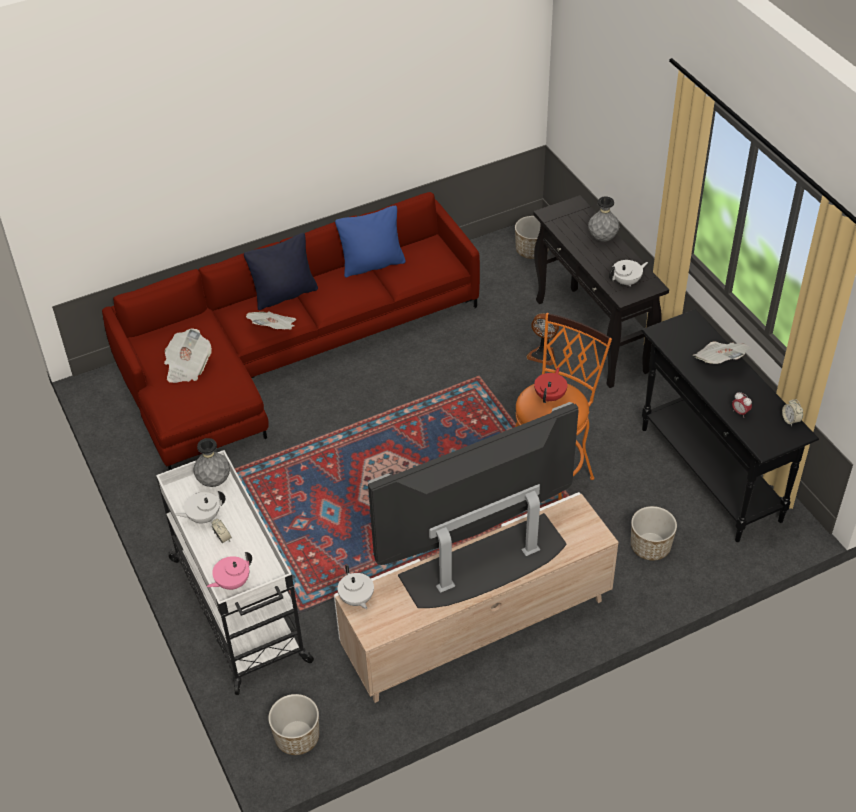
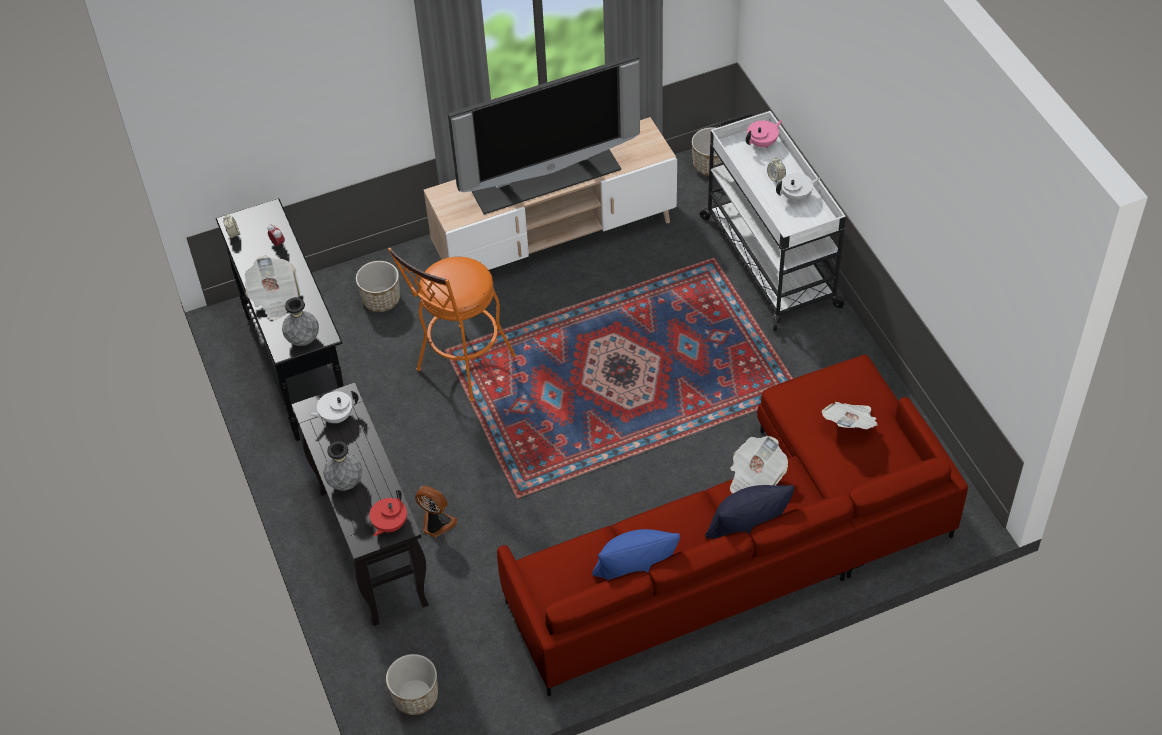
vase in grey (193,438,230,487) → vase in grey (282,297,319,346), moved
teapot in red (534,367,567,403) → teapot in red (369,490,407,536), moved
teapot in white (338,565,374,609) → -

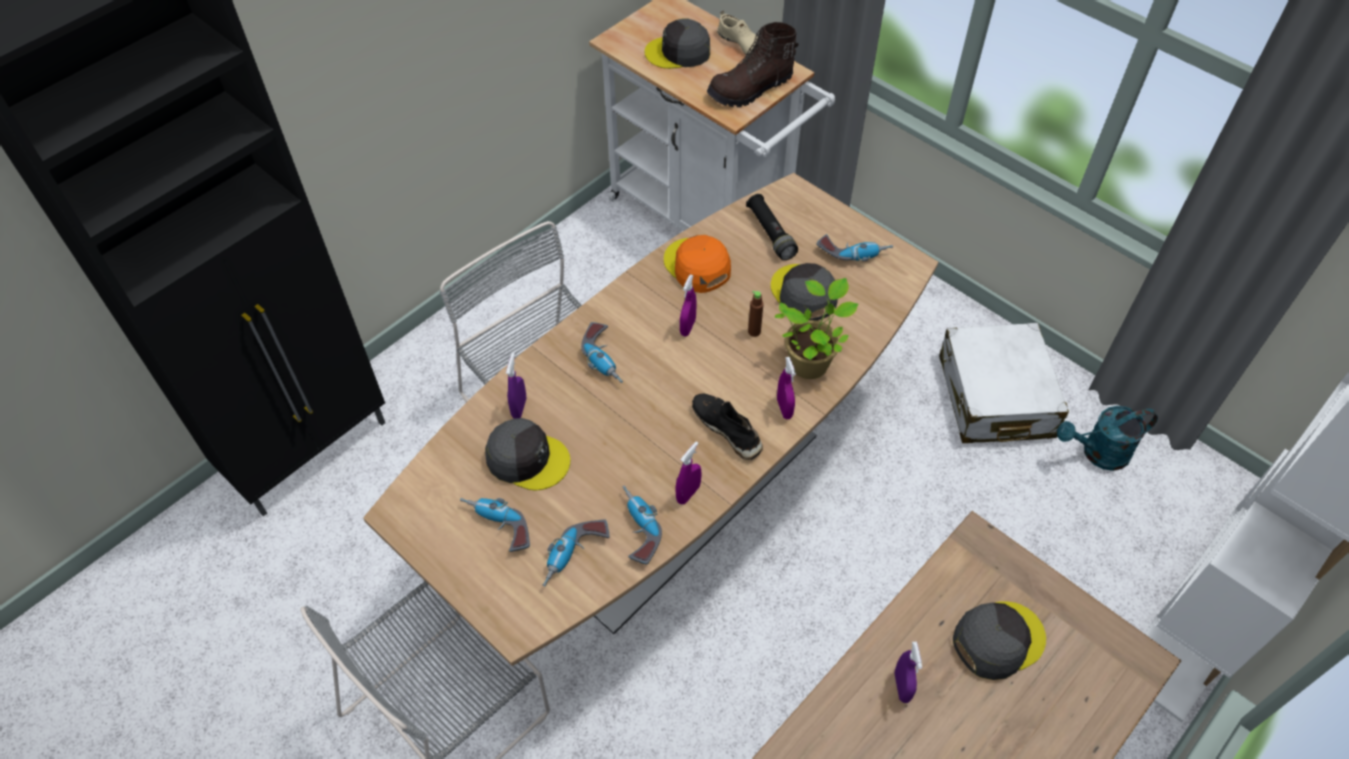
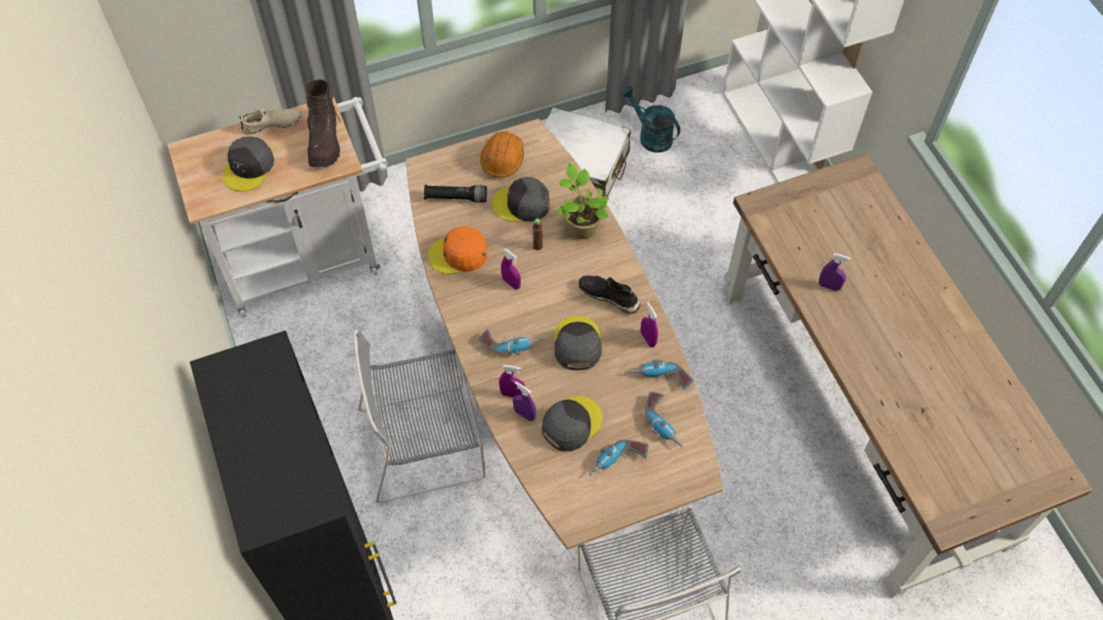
power drill (816,234,893,262) → hard hat in orange (480,131,524,178)
spray bottle in purple (777,357,796,419) → spray bottle in purple (499,365,525,397), moved
cap in grey (953,601,1046,680) → cap in grey (554,316,602,370), moved
shoe in black (692,393,763,460) → shoe in black (579,276,641,314), 45 degrees clockwise
watering can in turquoise (1057,406,1158,471) → watering can in turquoise (621,86,680,153), 120 degrees clockwise

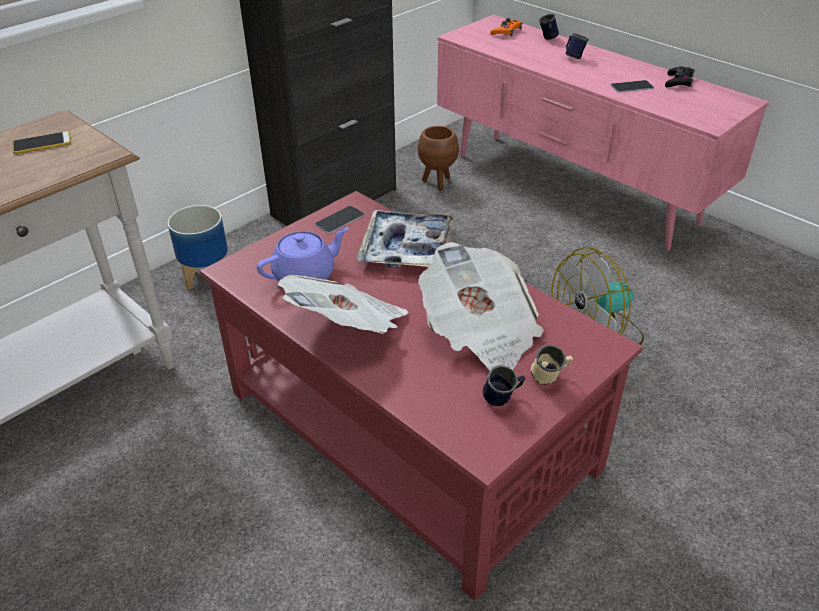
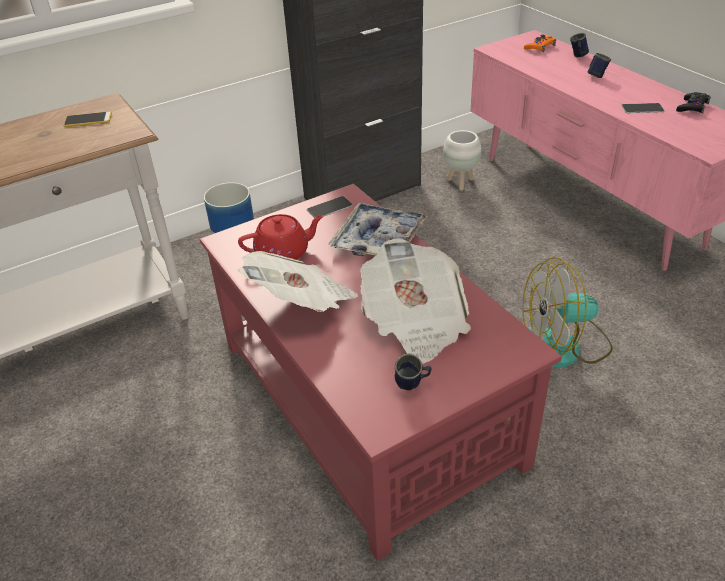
teapot in purple (257,227,349,281) → teapot in red (238,214,324,260)
planter in brown (418,126,459,191) → planter in white (443,130,482,191)
mug in beige (531,345,573,385) → -

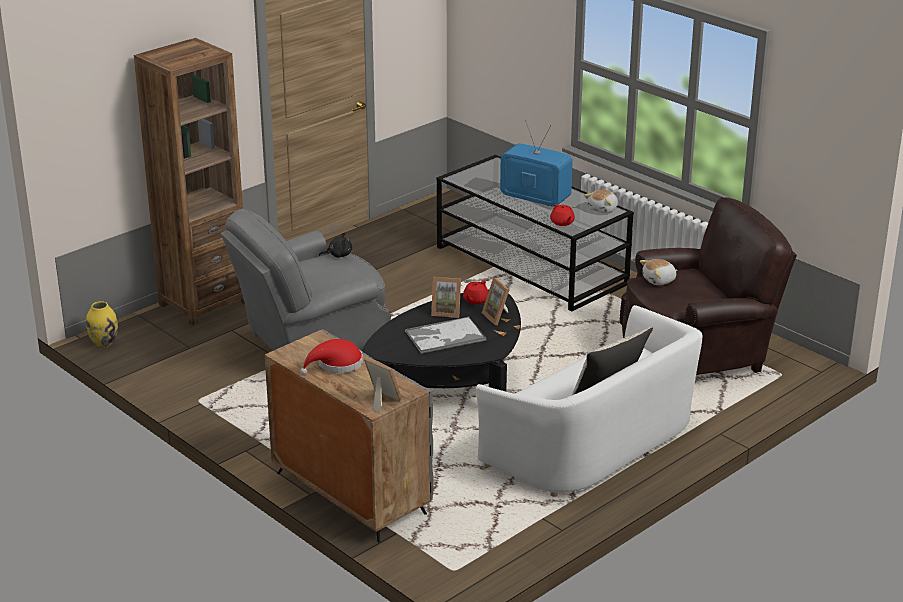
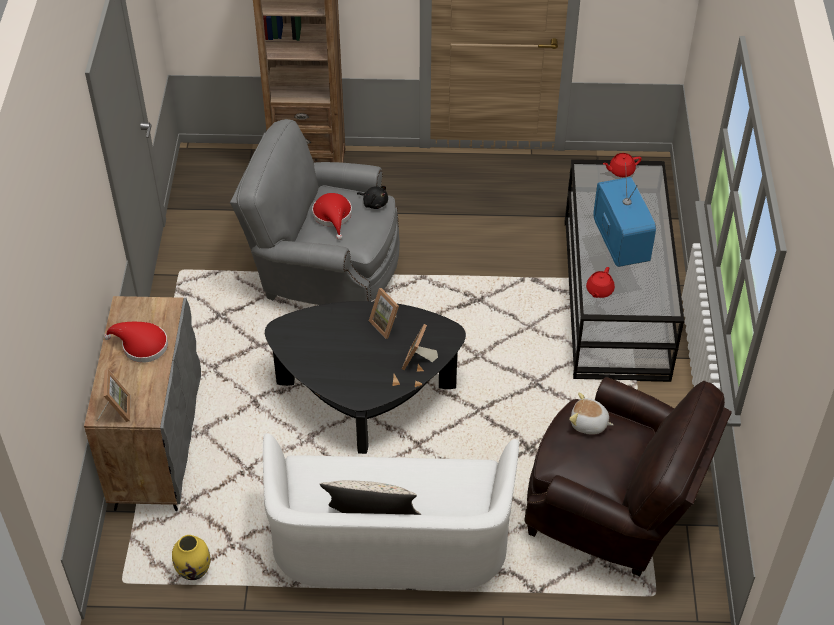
vase in yellow (86,301,118,347) → vase in yellow (172,535,210,580), moved
- → hat in red (312,193,352,240)
teapot in red (463,280,488,304) → teapot in red (603,153,642,177), moved
tray (405,316,486,354) → -
plush toy (584,190,618,213) → -

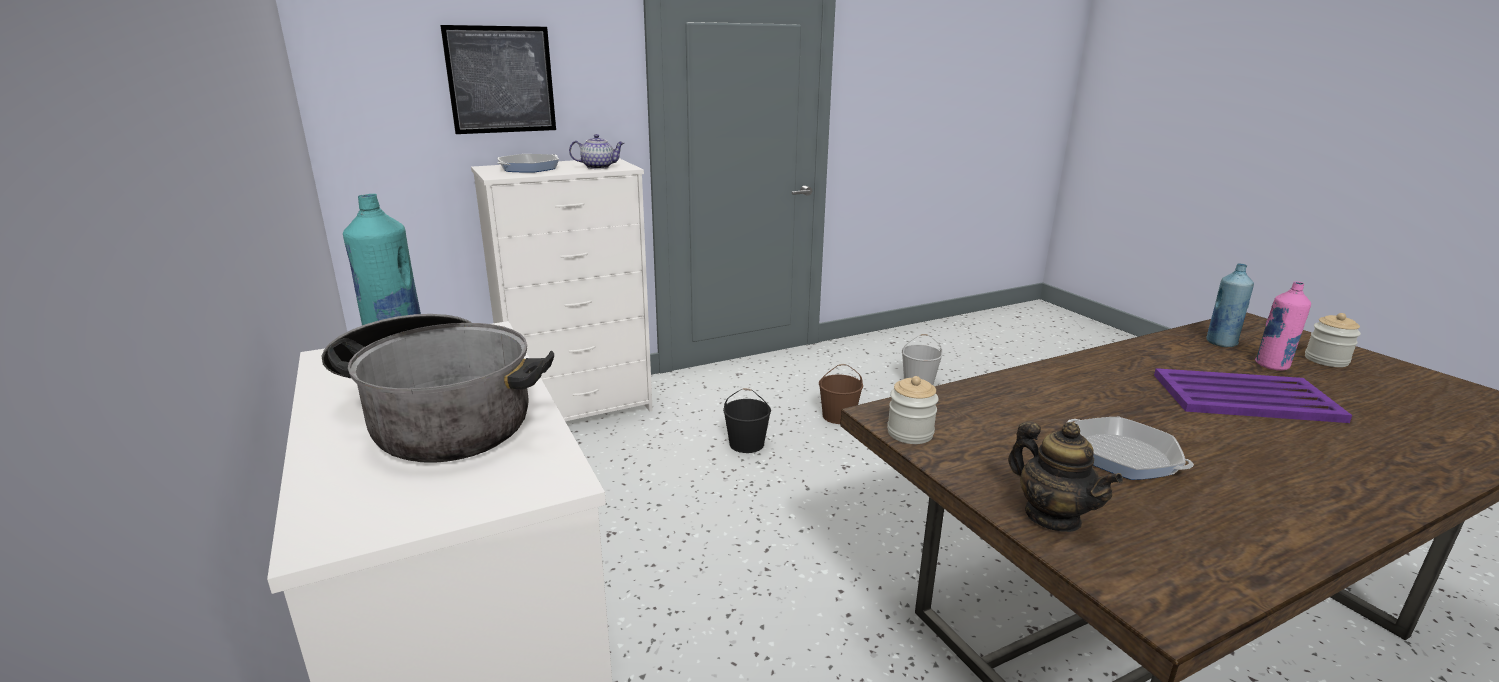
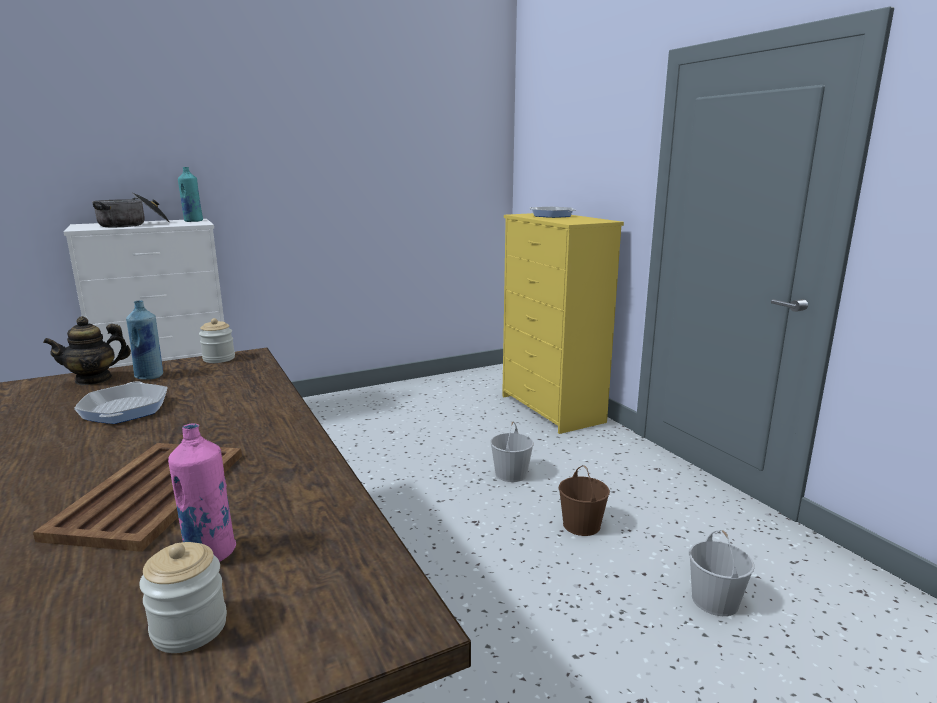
tray in purple (1154,368,1352,423) → tray in brown (33,443,242,552)
frying pan (1067,417,1194,480) → frying pan (74,381,168,424), 120 degrees clockwise
bottle in blue (1206,263,1254,347) → bottle in blue (126,301,163,380), moved
bucket in black (723,388,771,453) → bucket in white (490,421,534,482)
dresser in white (471,158,653,421) → dresser in yellow (502,213,624,434)
picture (440,25,556,134) → -
teapot (569,134,624,169) → -

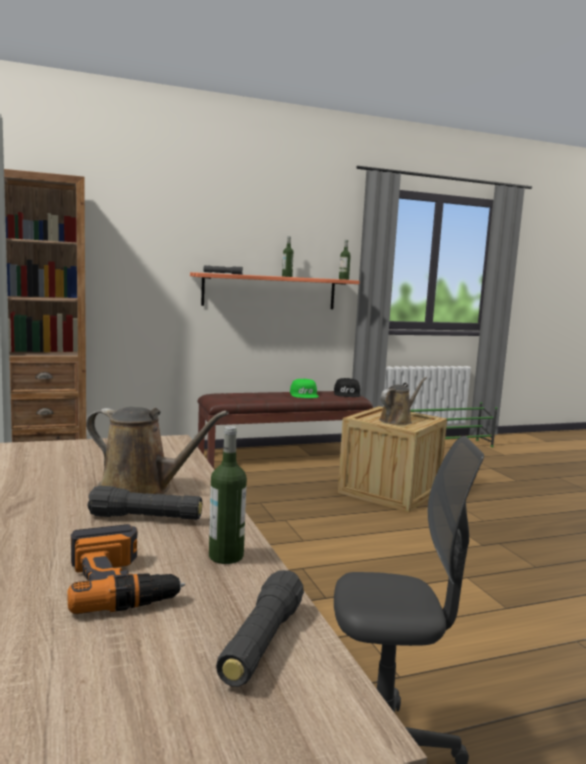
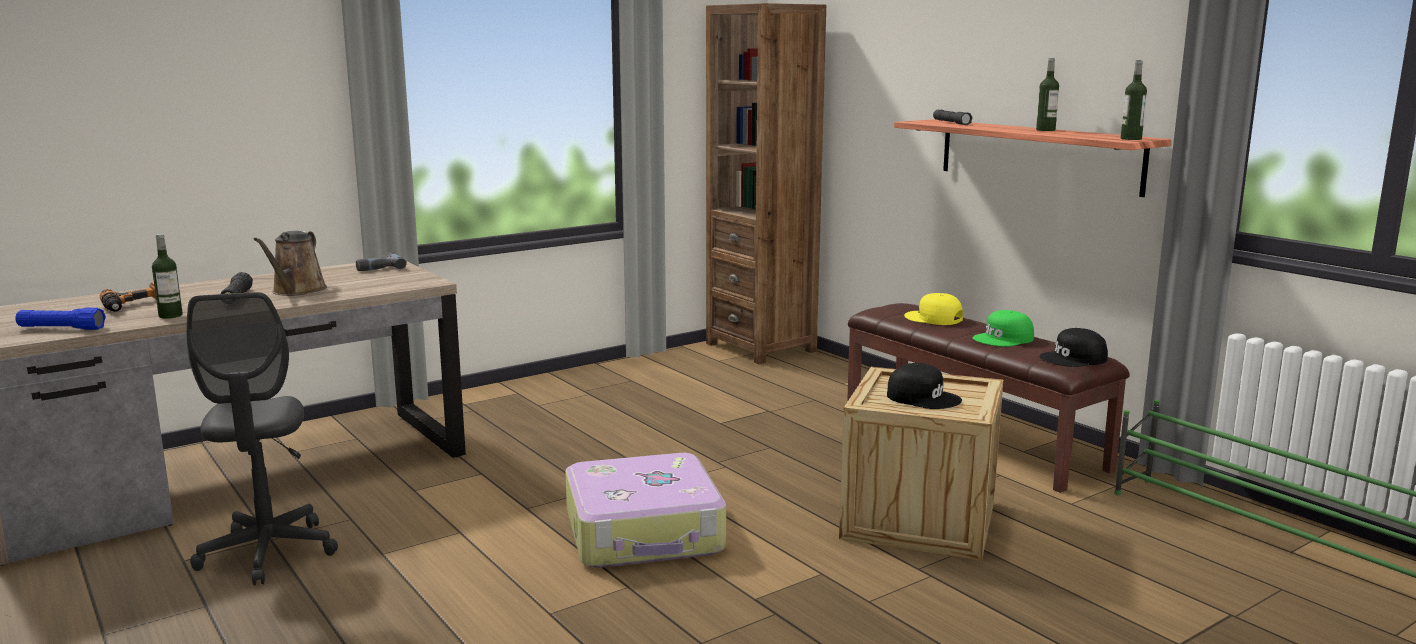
flashlight in black (216,570,304,687) → flashlight in blue (16,308,106,330)
- → power drill (356,253,407,271)
- → suitcase (565,453,726,568)
watering can in brown (379,377,427,425) → cap in black (887,363,962,409)
- → cap in yellow (904,293,963,325)

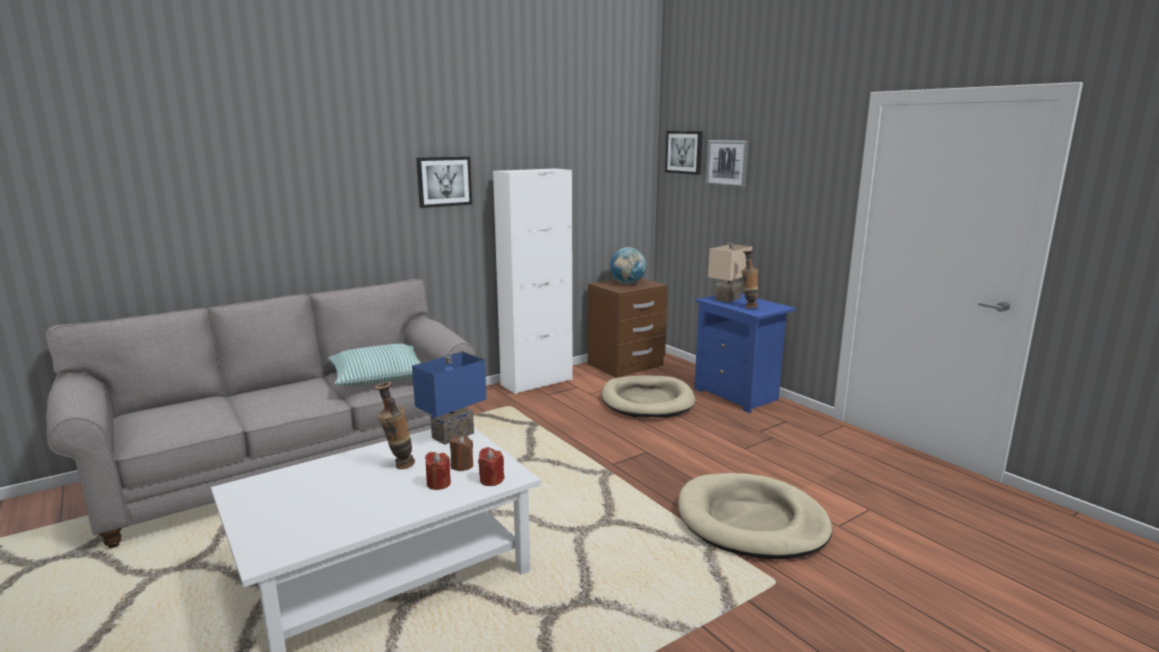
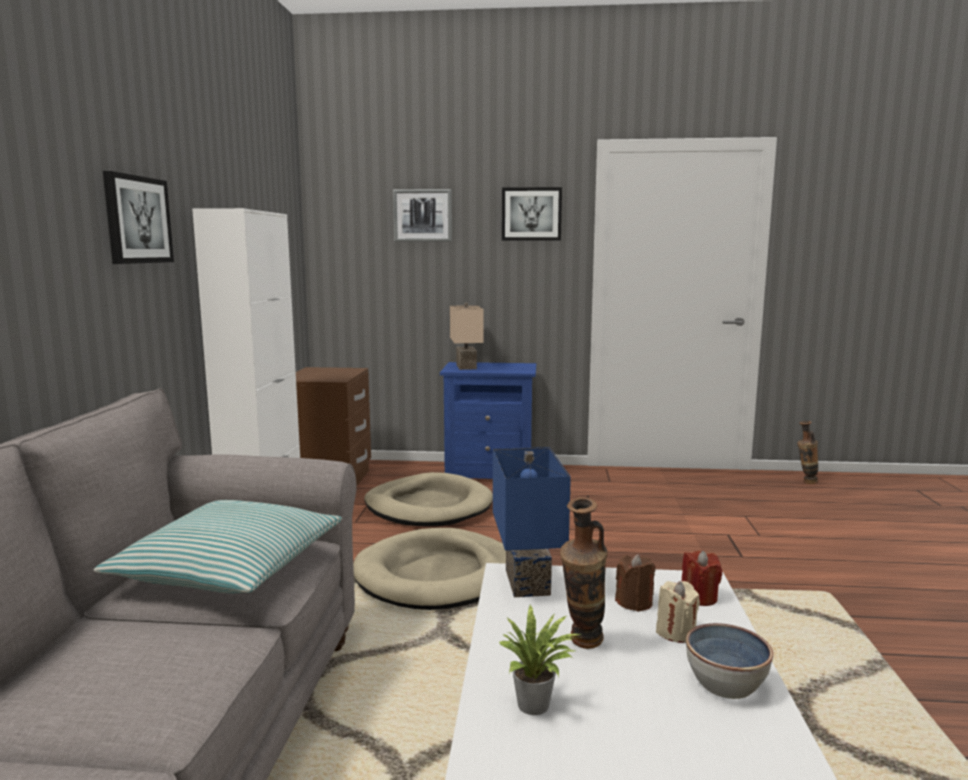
dog bed in beige (678,473,832,559) → dog bed in beige (353,528,506,610), moved
- → potted plant (499,605,583,715)
picture (665,131,703,175) → picture (502,187,562,241), moved
candle in red (425,452,451,490) → candle in beige (656,581,700,643)
- → bowl (686,623,773,699)
vase (741,250,758,308) → vase (797,421,818,484), moved
globe (609,247,646,284) → -

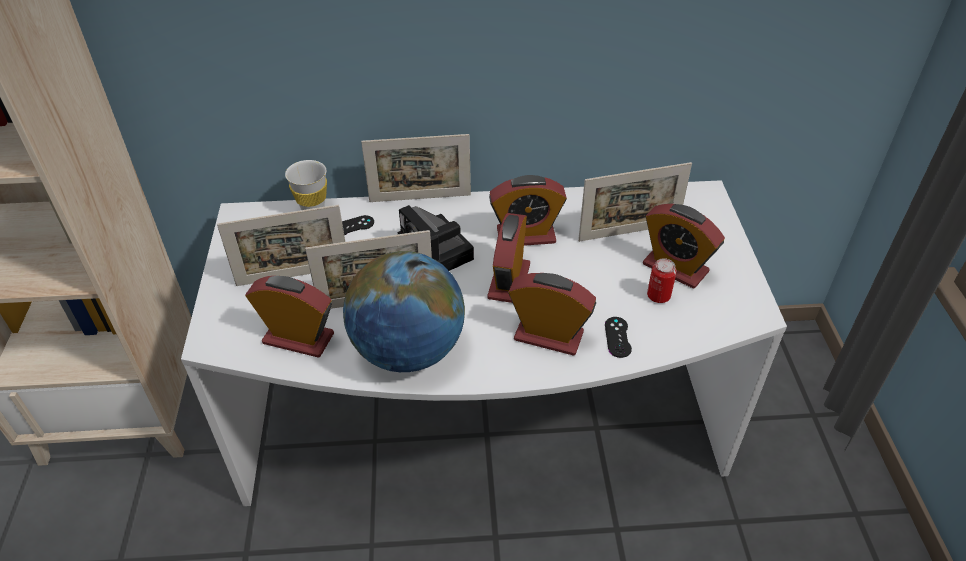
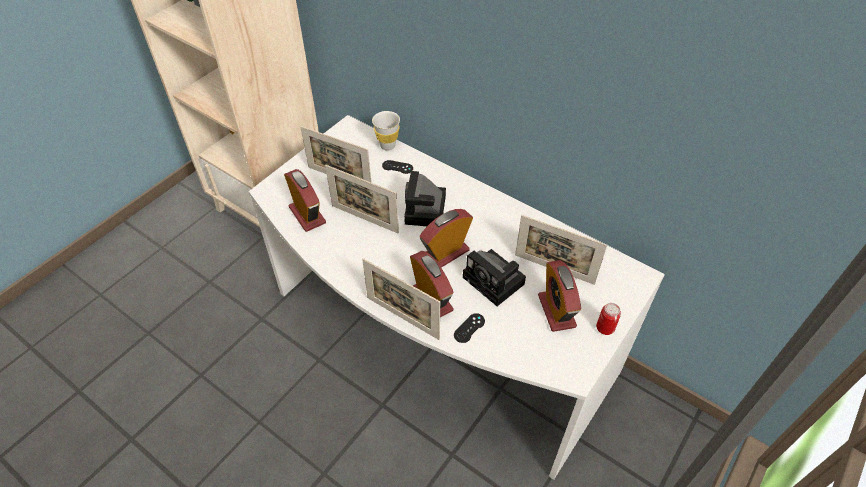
picture frame (361,134,471,202) → picture frame (362,258,440,340), moved
- → photo camera (463,249,526,306)
can (647,258,677,303) → can (596,303,621,335), moved
globe (343,251,465,372) → -
alarm clock (489,175,567,246) → -

